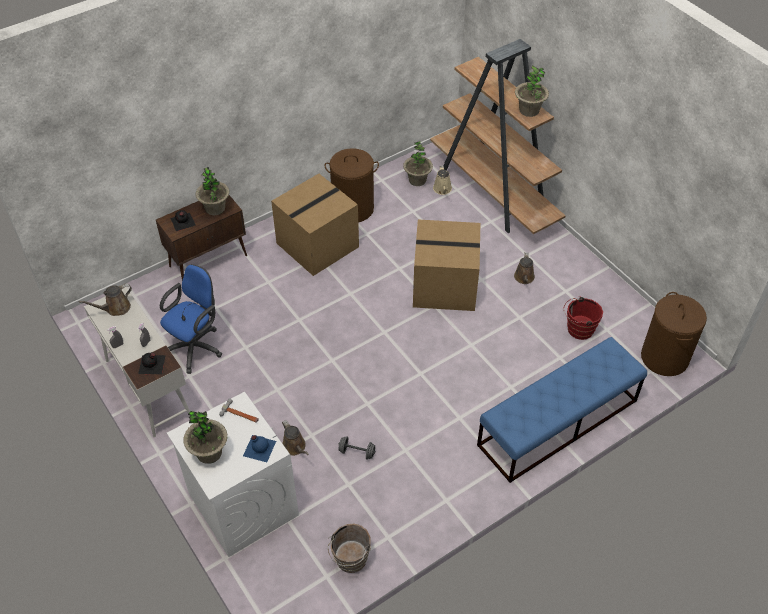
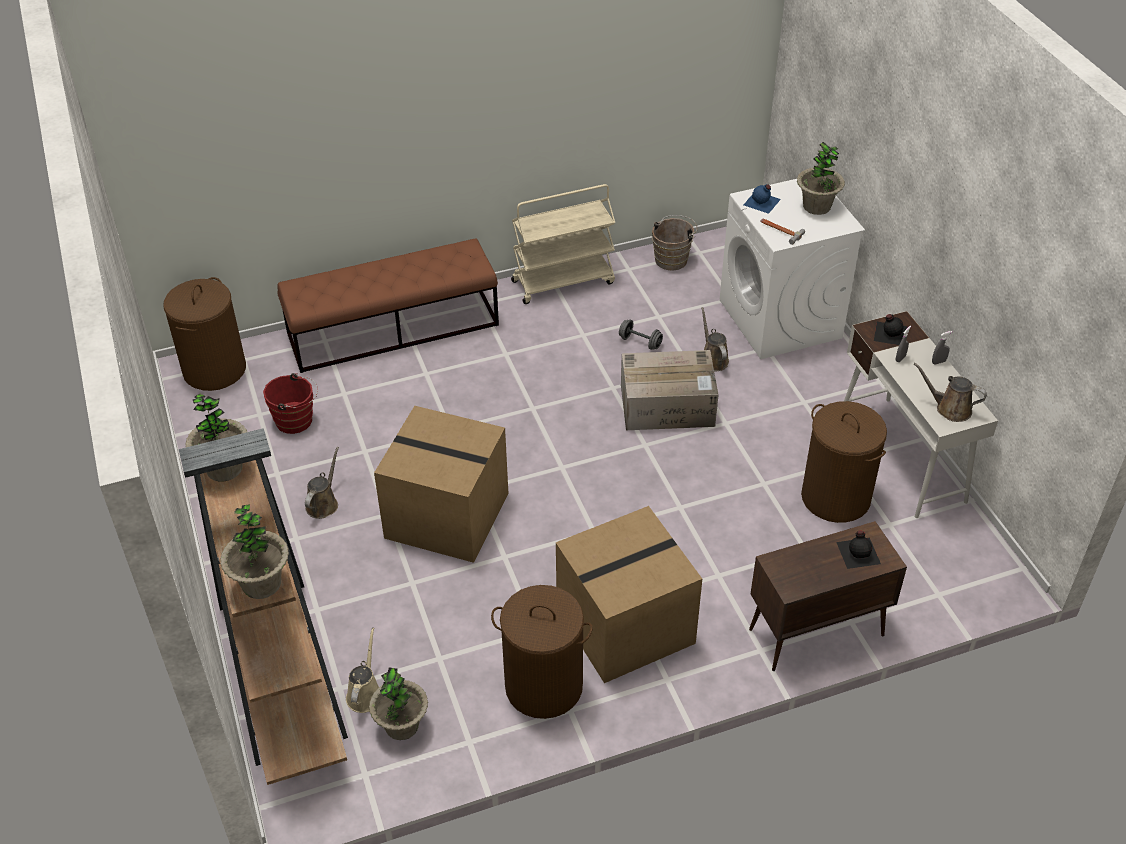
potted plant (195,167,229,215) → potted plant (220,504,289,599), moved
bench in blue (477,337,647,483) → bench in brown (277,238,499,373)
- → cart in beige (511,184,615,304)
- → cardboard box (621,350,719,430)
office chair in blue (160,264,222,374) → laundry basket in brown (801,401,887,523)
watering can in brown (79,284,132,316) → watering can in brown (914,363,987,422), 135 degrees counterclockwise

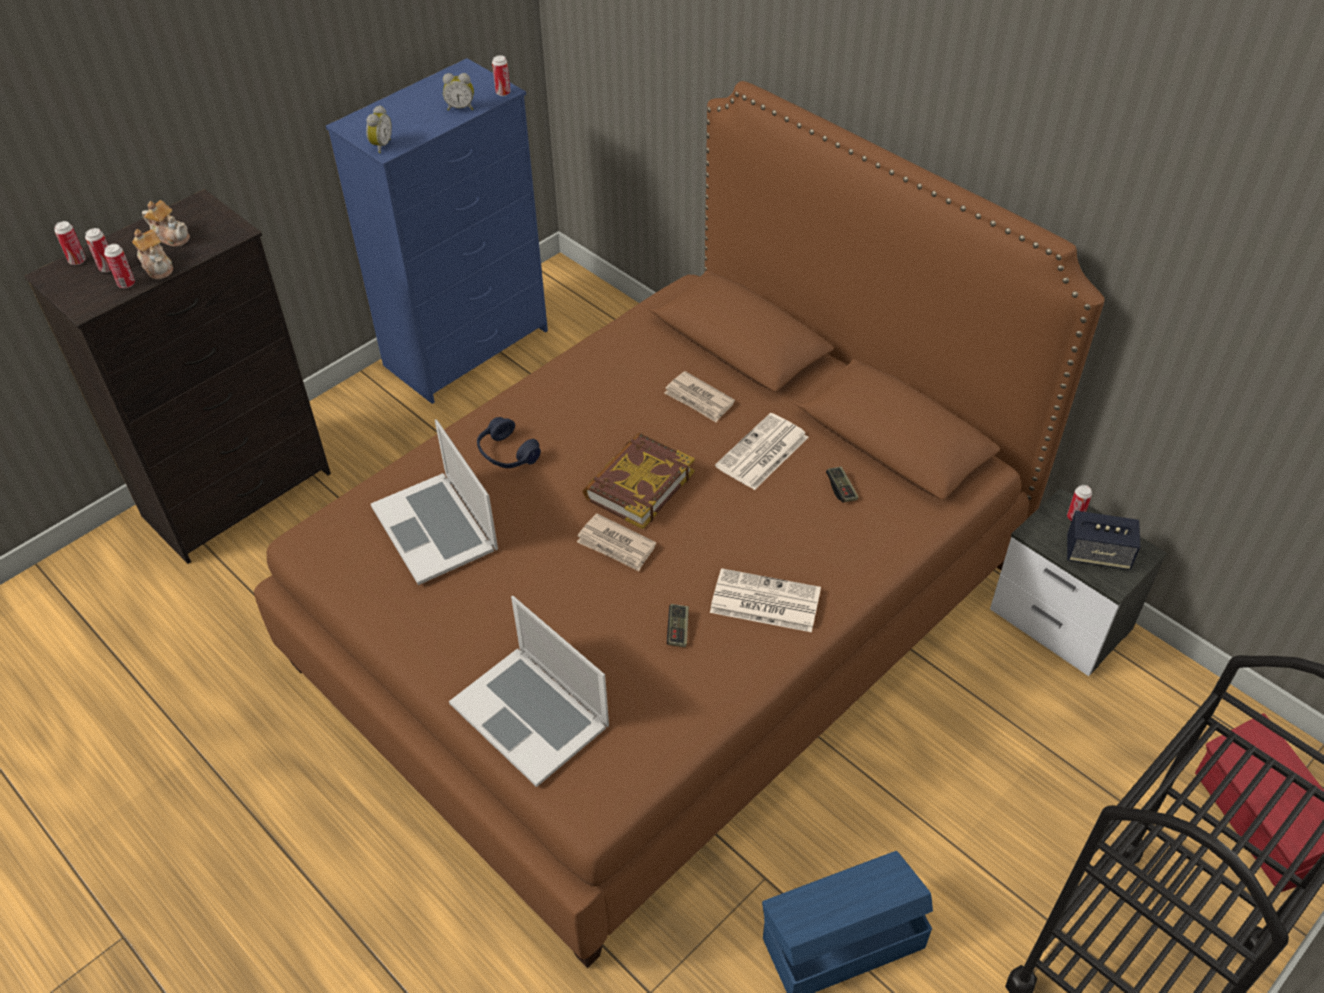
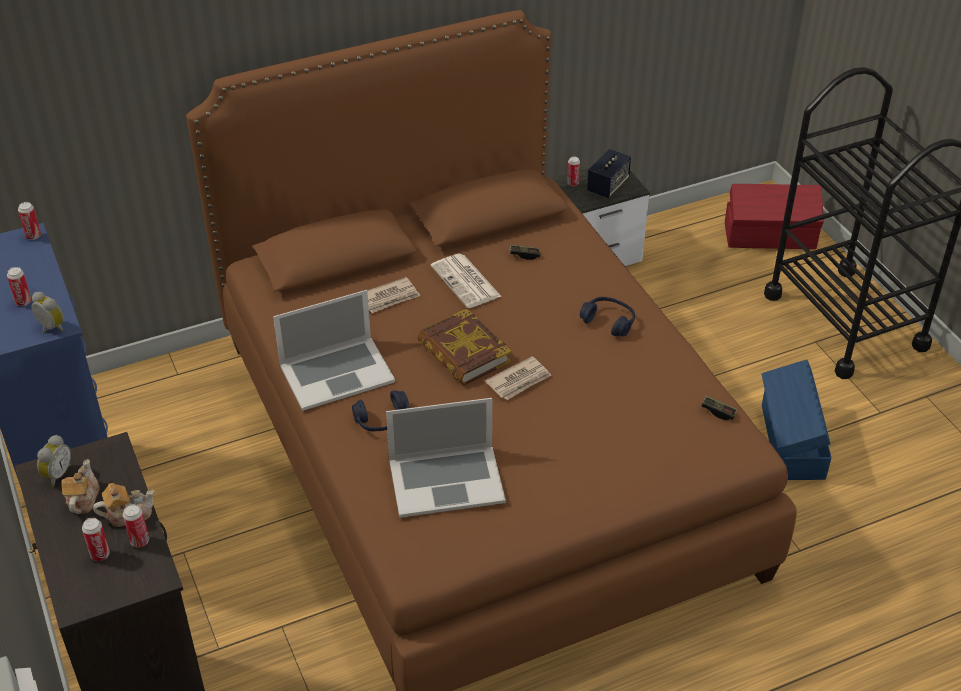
can (54,221,86,265) → can (7,267,32,306), moved
alarm clock (443,73,474,111) → alarm clock (37,435,71,487), moved
teapot (142,200,190,247) → teapot (61,459,100,514), 45 degrees counterclockwise
laptop (449,596,609,787) → laptop (273,290,395,411), moved
newspaper (710,568,821,632) → headphones in blue (580,297,635,336)
game controller (667,604,689,647) → game controller (701,396,737,420), moved

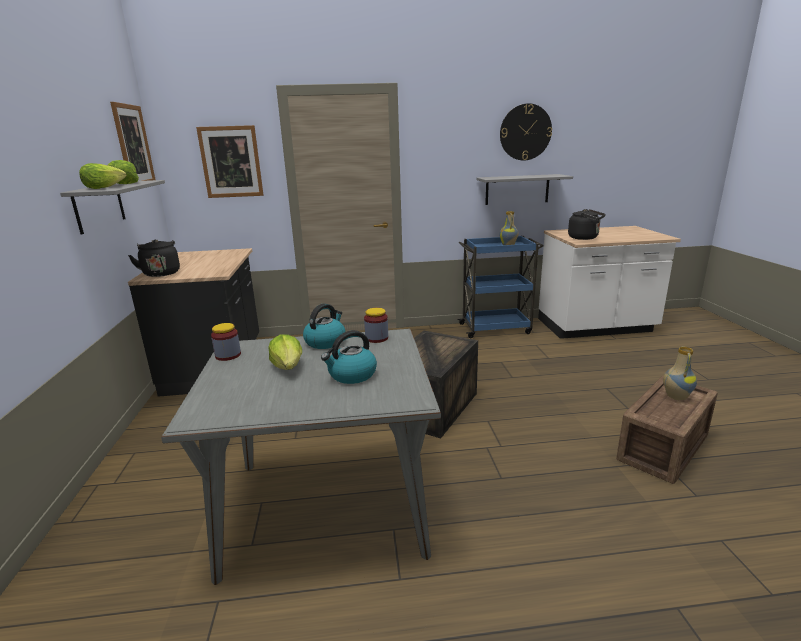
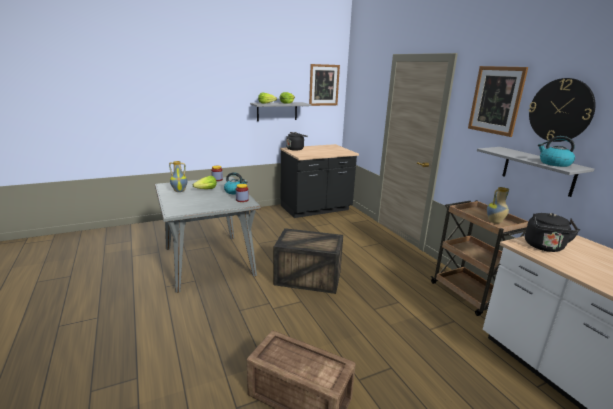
vase (663,346,697,400) → vase (169,161,188,192), moved
cart in blue (457,236,543,338) → cart in brown (430,200,529,316)
picture (196,125,264,198) → picture (468,66,528,137), moved
kettle (321,330,377,384) → kettle (538,136,575,167), moved

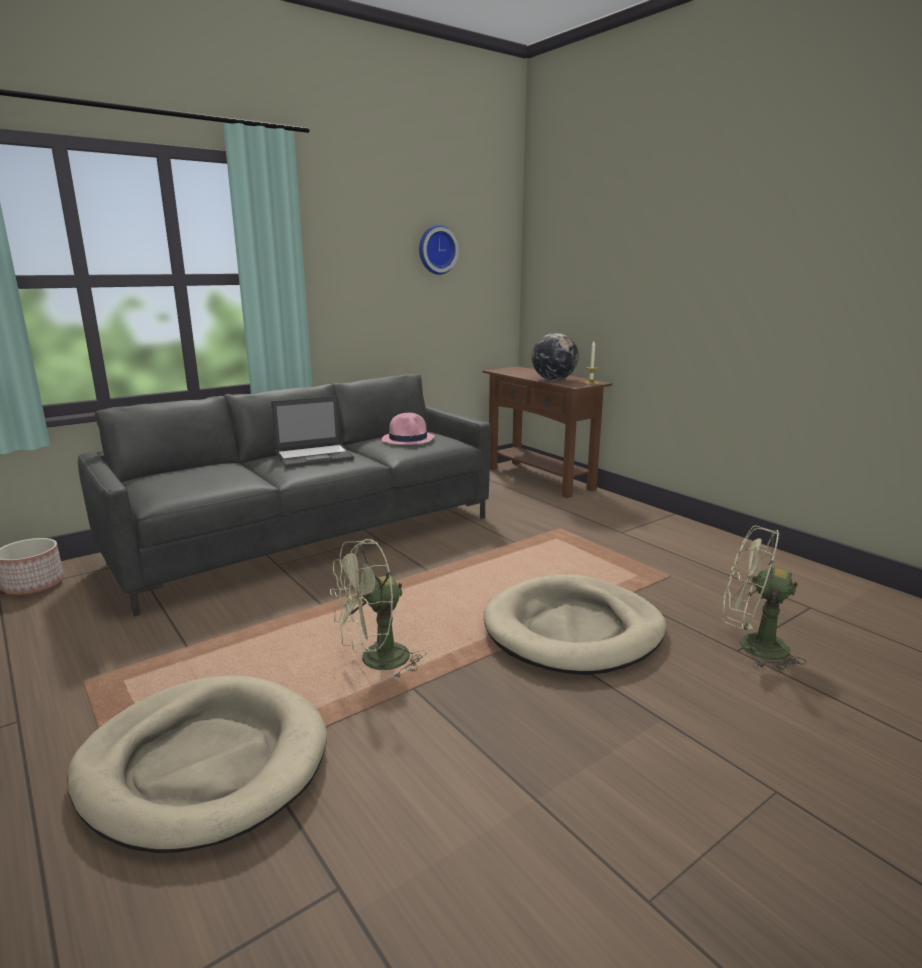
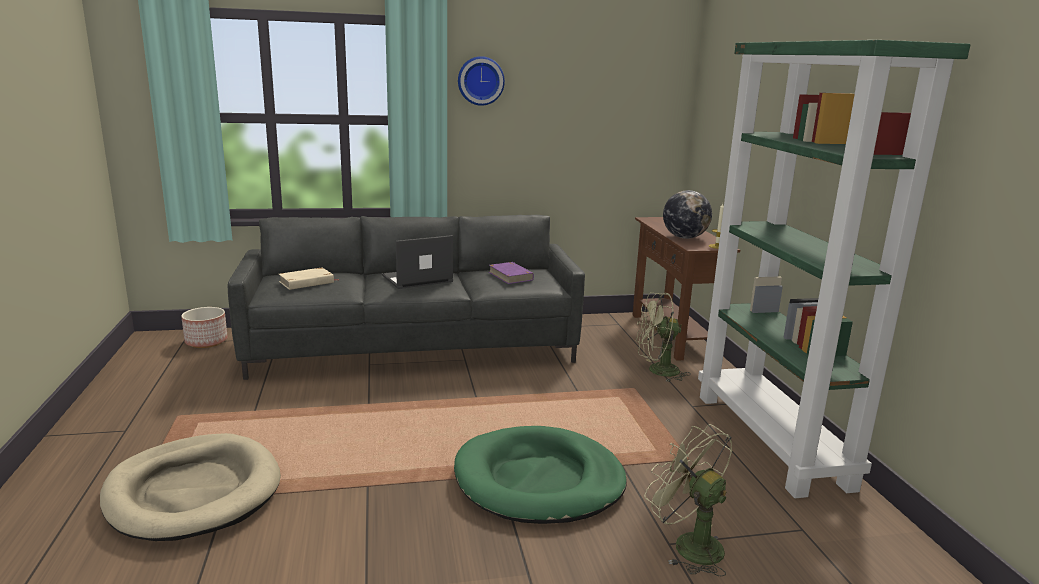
- → book in beige (279,267,339,290)
laptop (271,396,354,468) → laptop (382,235,453,289), 150 degrees clockwise
dog bed in beige (483,575,666,675) → dog bed in green (454,426,627,524)
wall clock (419,225,459,275) → wall clock (458,56,505,106), moved
hat in pink (382,413,435,445) → book in purple (489,262,534,284)
fan in green (330,539,426,679) → fan in green (636,292,691,382), moved
- → bookcase in green (698,40,971,498)

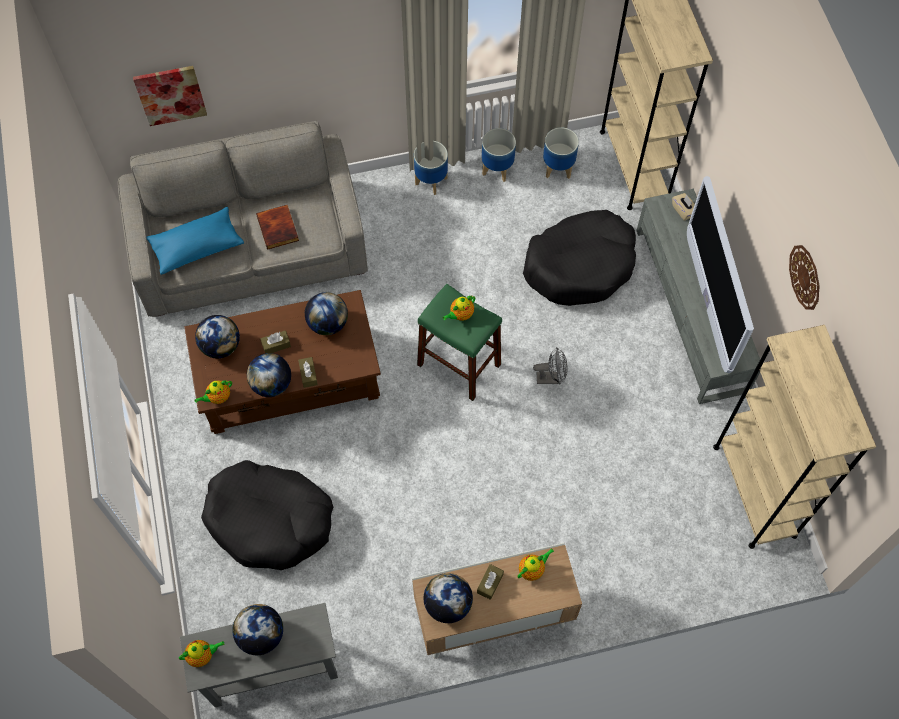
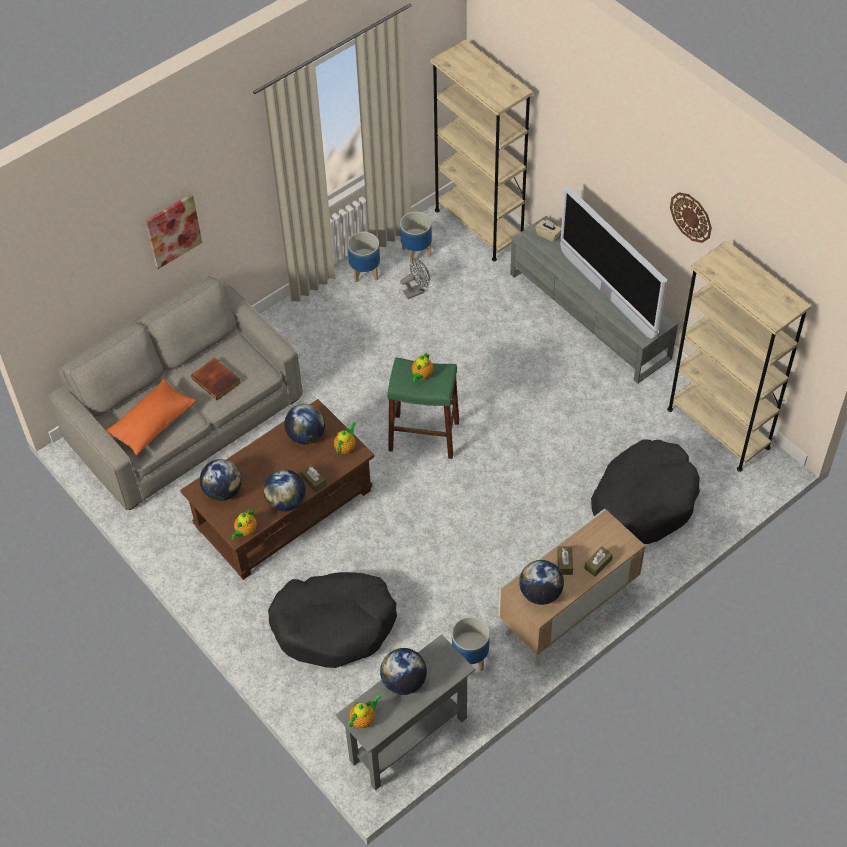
pillow in blue (146,207,244,275) → pillow in orange (106,379,196,455)
picture (133,66,207,126) → picture (145,194,202,269), moved
teapot (517,548,554,581) → teapot (334,422,356,454), moved
fan in grey (533,347,568,385) → fan in grey (400,258,430,299), moved
planter (414,141,448,195) → planter (452,617,490,671), moved
tissue box in brown (261,330,291,353) → tissue box in brown (584,546,613,577), moved
dog bed in black (523,210,636,306) → dog bed in black (591,439,700,544), moved

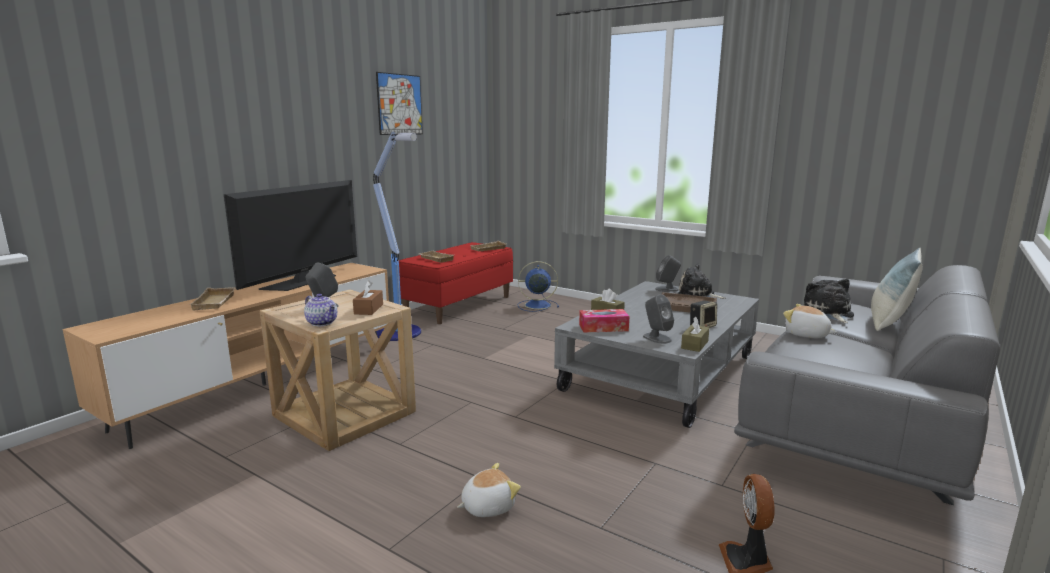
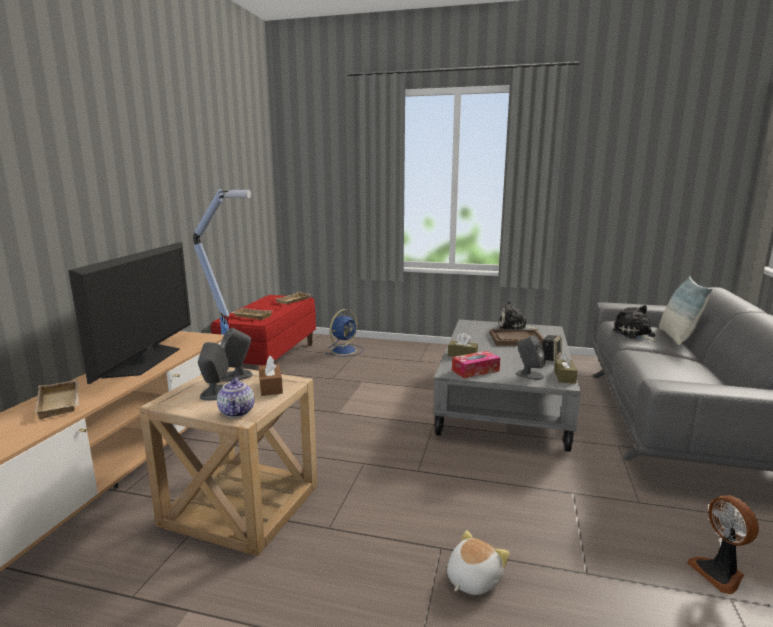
teapot (304,293,337,326) → teapot (217,377,254,418), 60 degrees clockwise
speaker in grey (655,255,681,292) → speaker in grey (221,328,253,382), moved
fan in blue (518,261,559,312) → fan in blue (325,309,363,357), 150 degrees clockwise
picture (376,72,423,135) → -
plush toy (783,304,837,338) → -

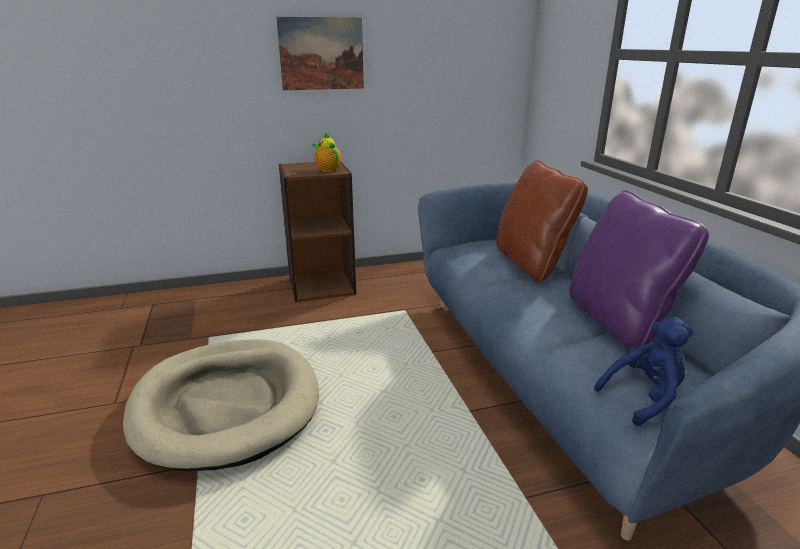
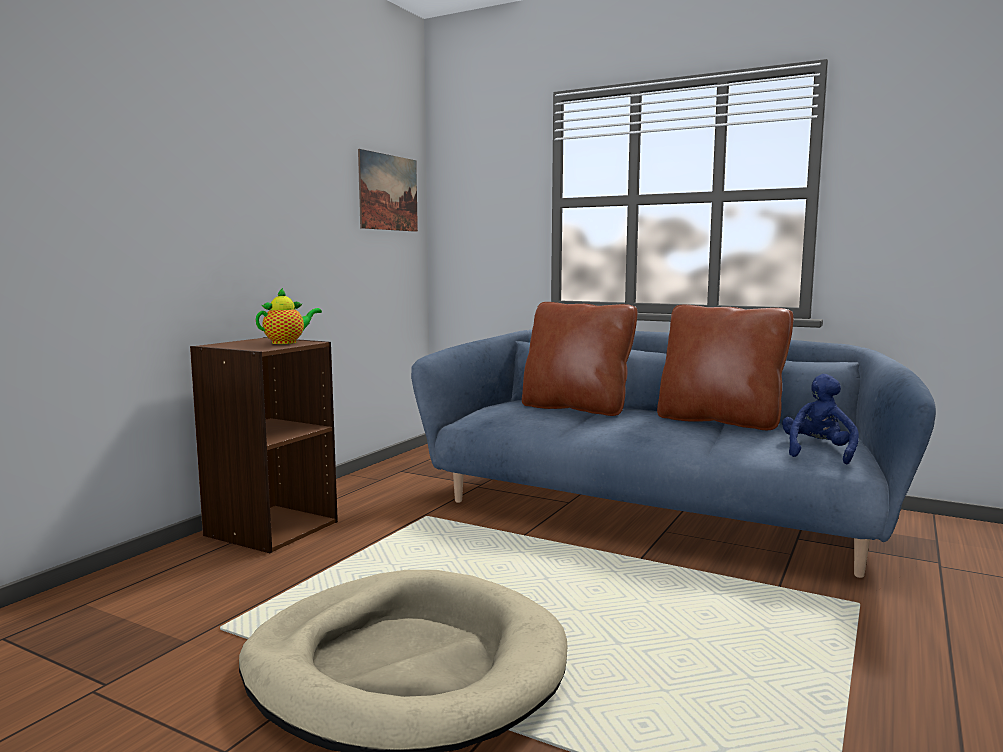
teapot (312,132,341,172) → teapot (256,288,322,344), 135 degrees clockwise
picture (276,17,364,90) → picture (358,149,418,232), moved
pillow in purple (569,190,709,350) → pillow in brown (657,304,793,430)

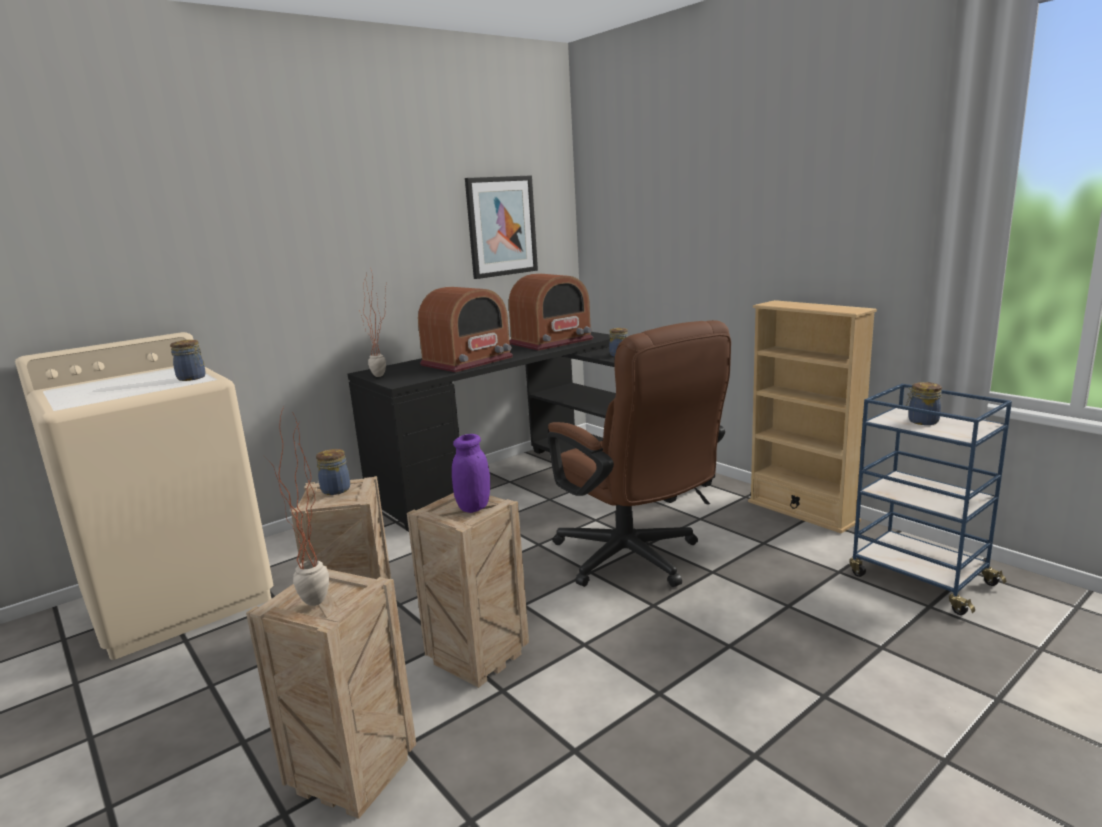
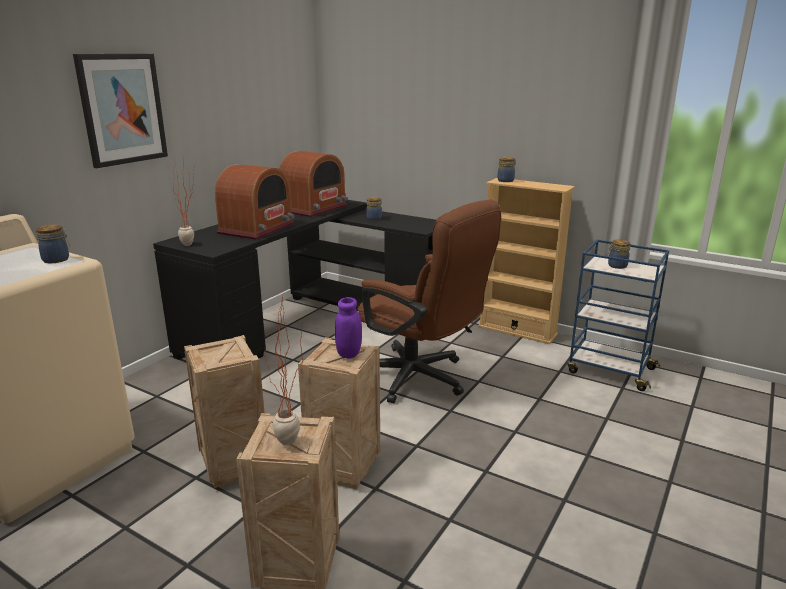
picture (465,175,538,279) → picture (73,54,168,168), moved
jar (316,449,350,495) → jar (498,157,515,182), moved

